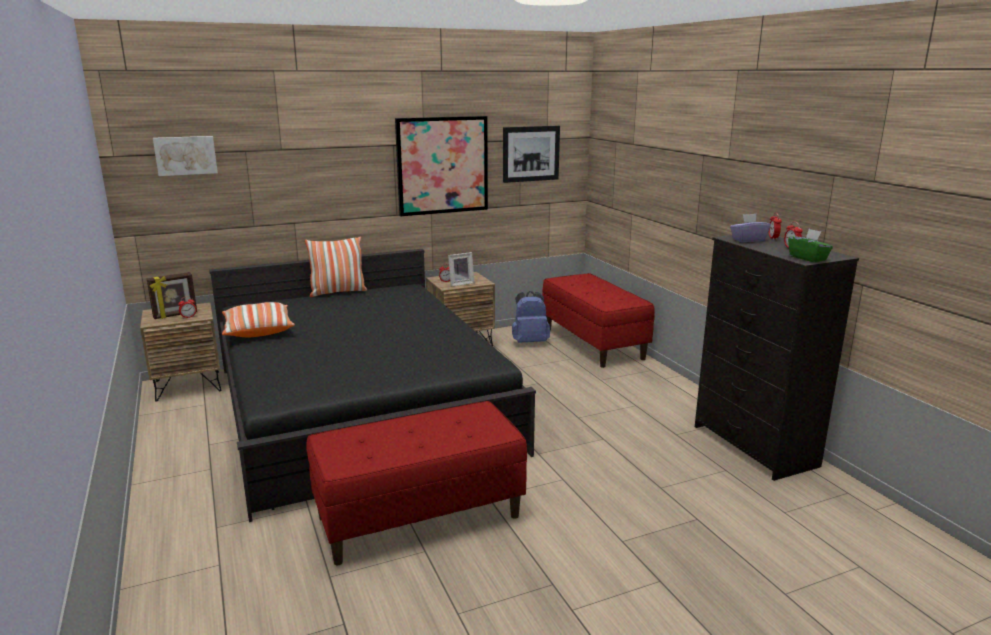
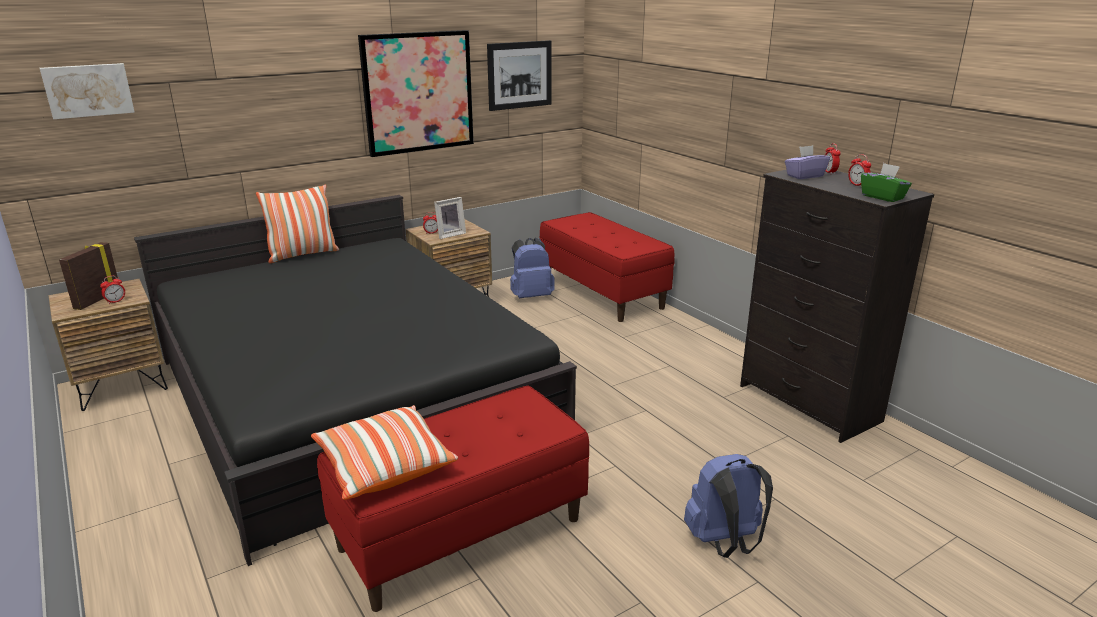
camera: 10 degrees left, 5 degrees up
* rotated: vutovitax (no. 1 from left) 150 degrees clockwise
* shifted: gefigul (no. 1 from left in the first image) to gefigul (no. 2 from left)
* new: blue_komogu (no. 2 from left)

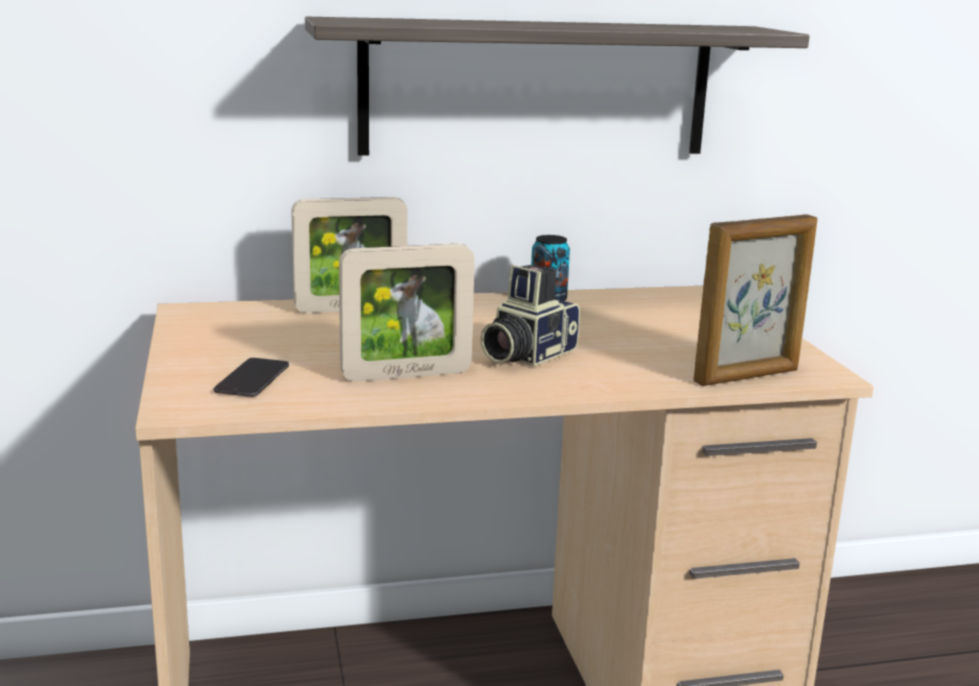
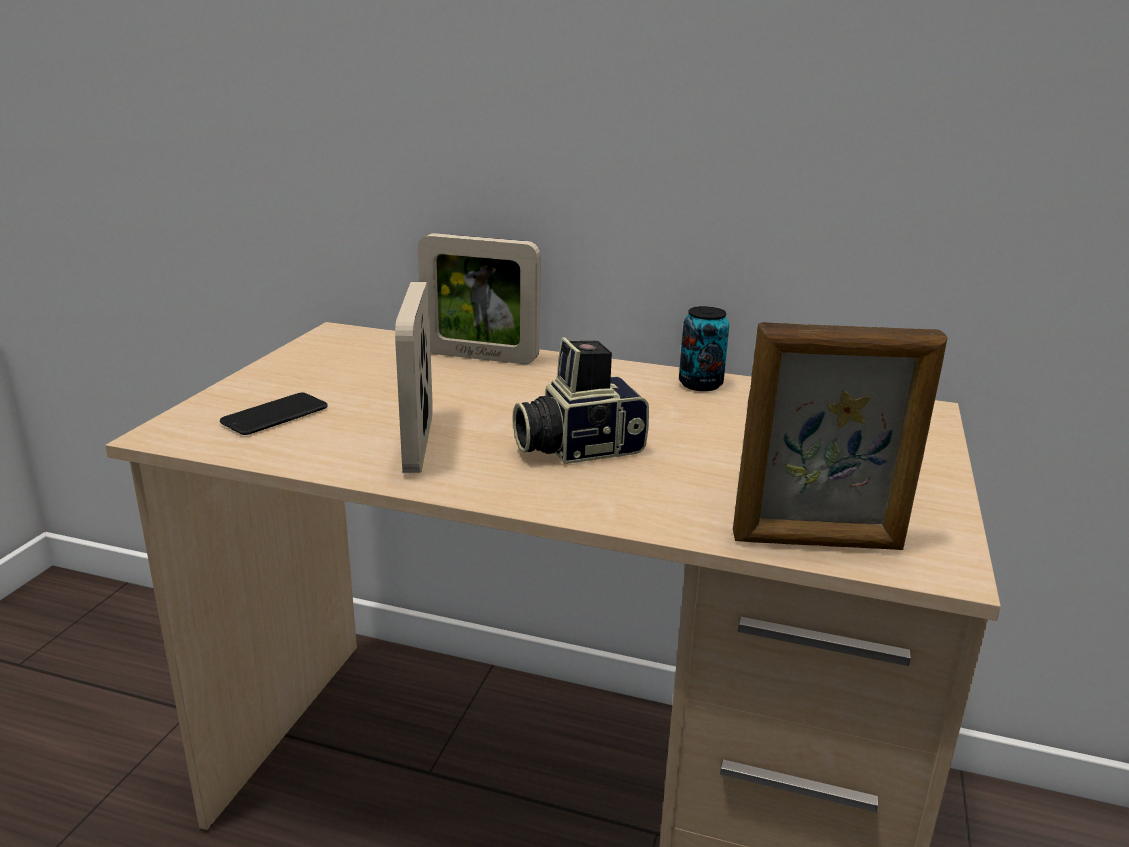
camera: 30 degrees right, 5 degrees up
* gone: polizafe
* rotated: vutovitax (no. 2 from left in the first image) 75 degrees clockwise

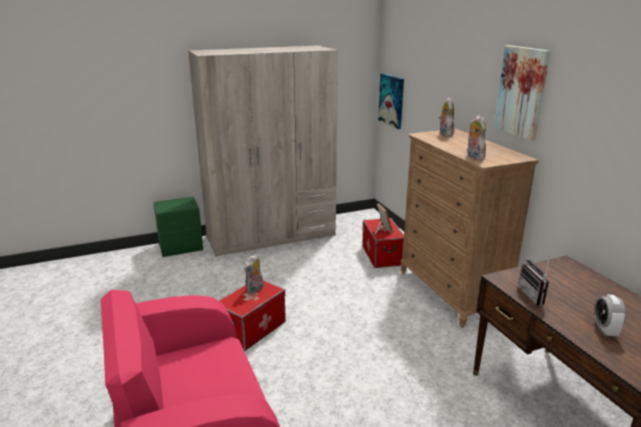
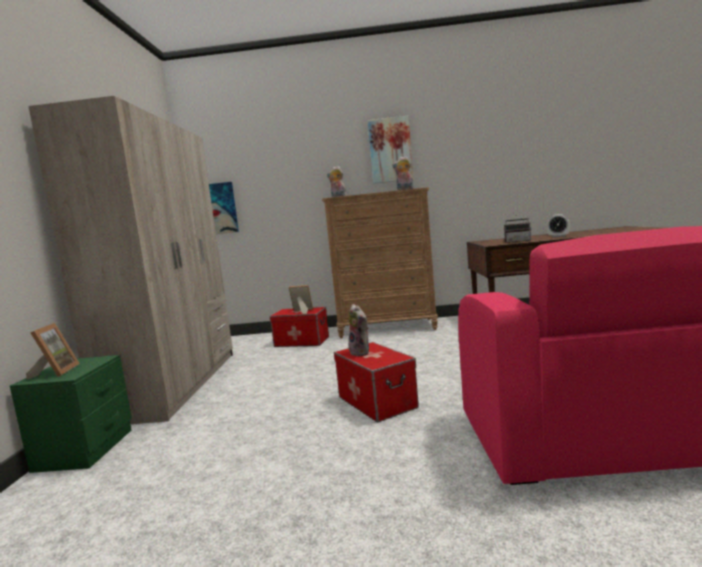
camera: 65 degrees left, 15 degrees down
* new: vutovitax (no. 1 from left)

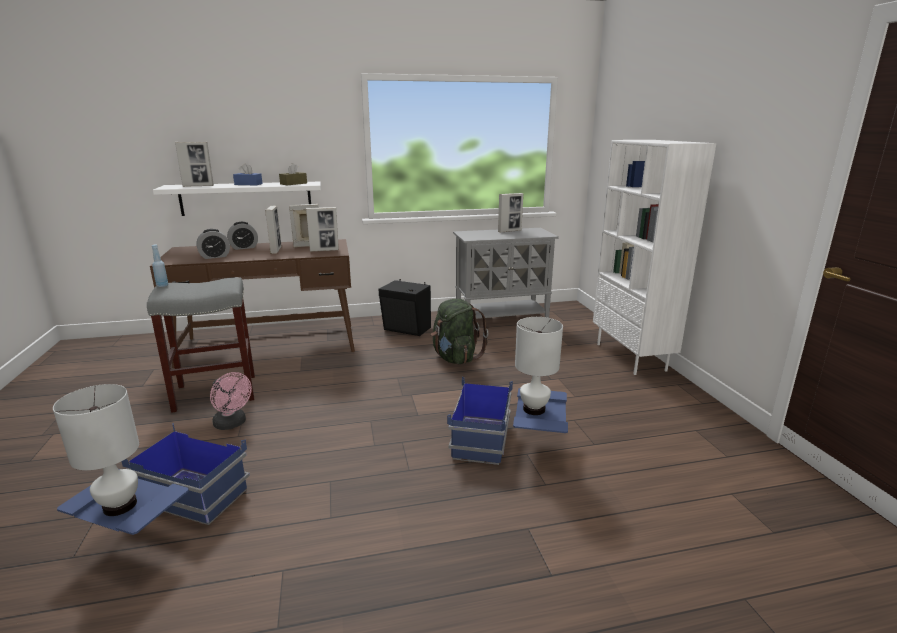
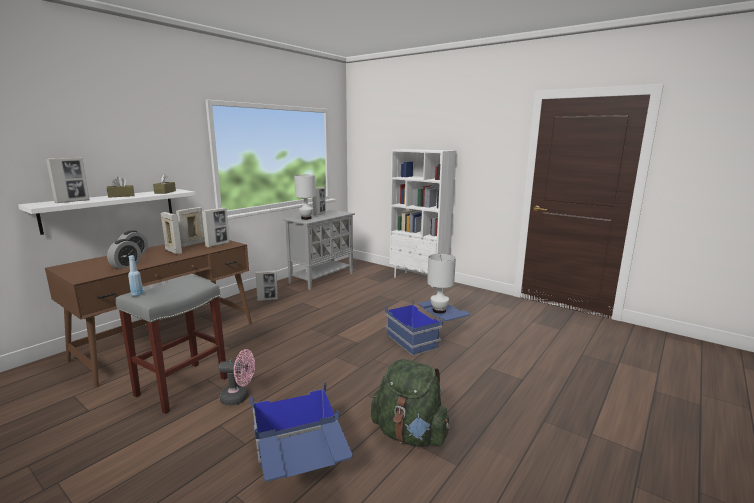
camera: 40 degrees left, 5 degrees down
* repainted: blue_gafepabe to brown_gafepabe (no. 1 from left)
* swapped: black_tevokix to vutovitax (no. 5 from left)
* shifted: green_komogu
* shifted: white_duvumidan (no. 1 from left)

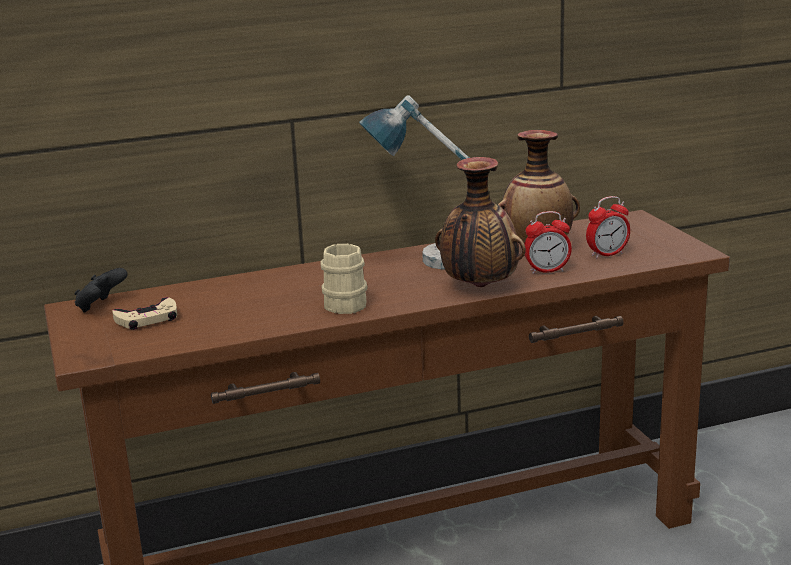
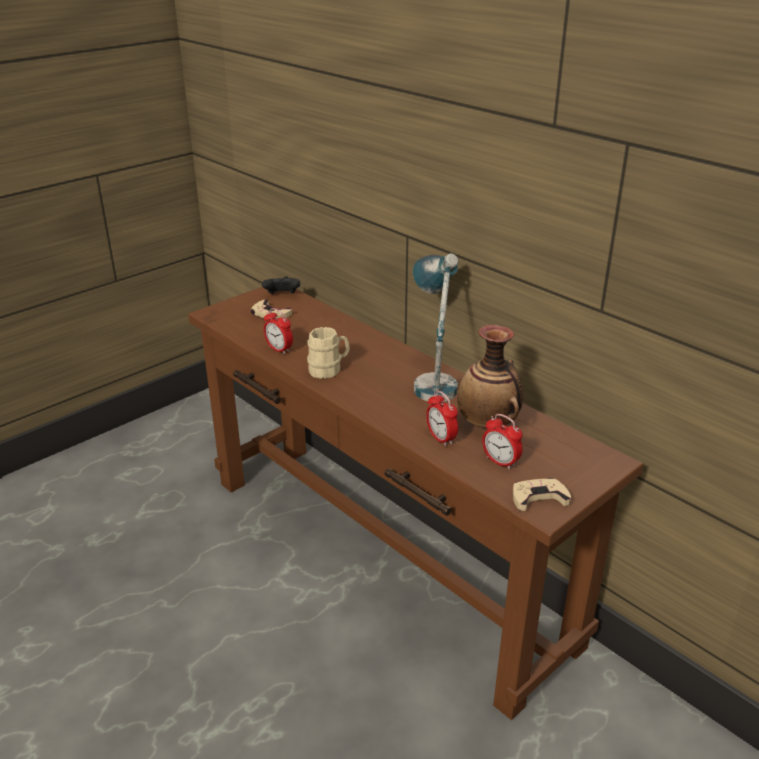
camera: 65 degrees right, 10 degrees up
* gone: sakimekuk (no. 1 from left)
* new: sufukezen (no. 1 from left)
* new: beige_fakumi (no. 2 from left)

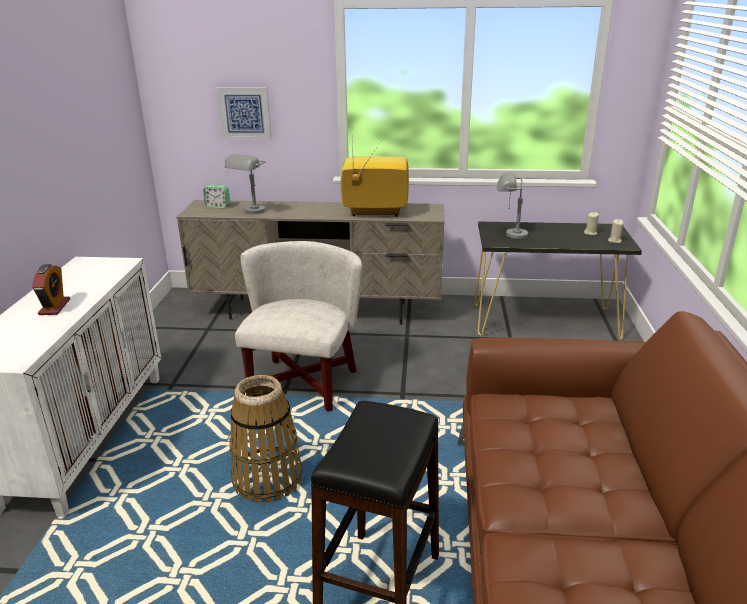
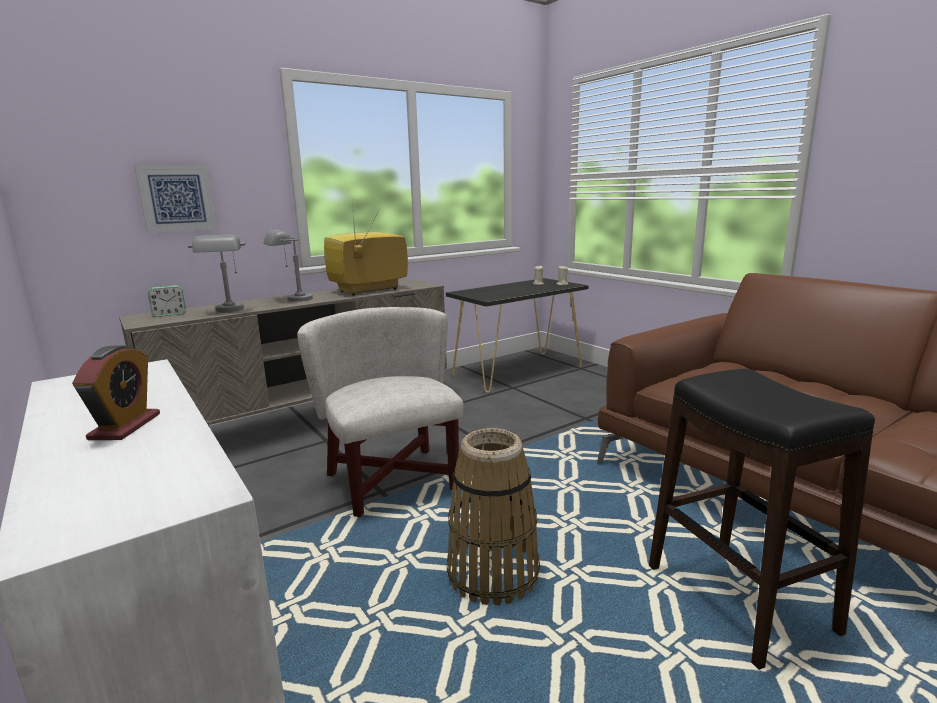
camera: 40 degrees left, 10 degrees down
* shifted: grey_duvumidan (no. 2 from left)
* rotated: sufukezen (no. 1 from left) 45 degrees clockwise

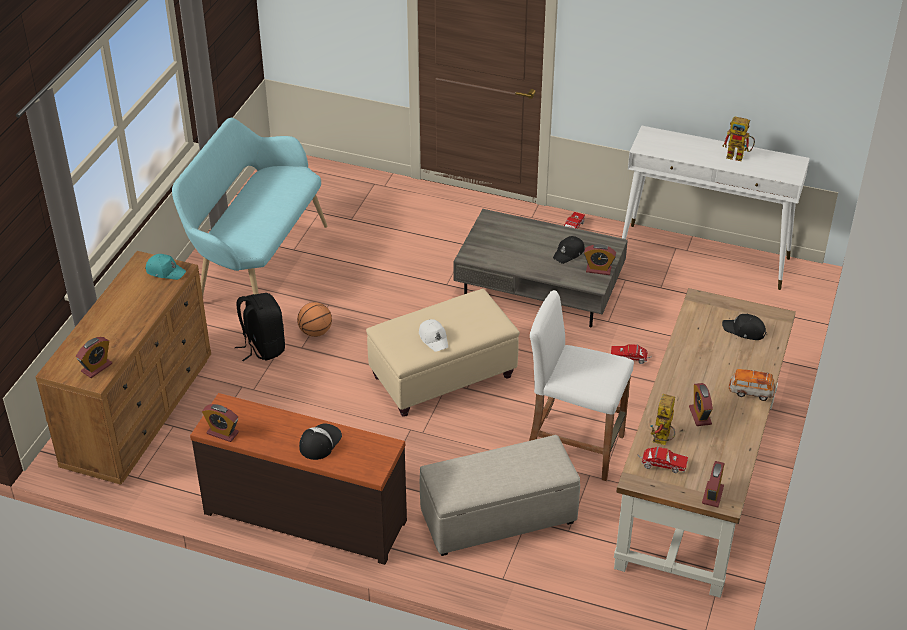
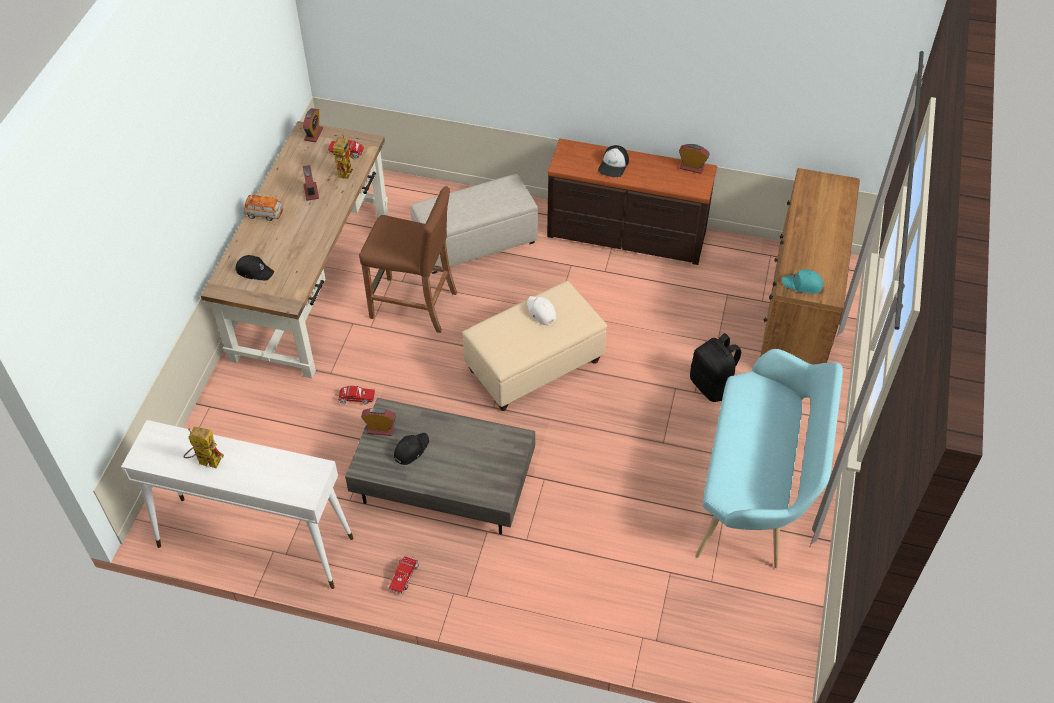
camera: 175 degrees right, 10 degrees up
* repainted: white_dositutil to brown_dositutil
* gone: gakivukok
* gone: sufukezen (no. 1 from left)

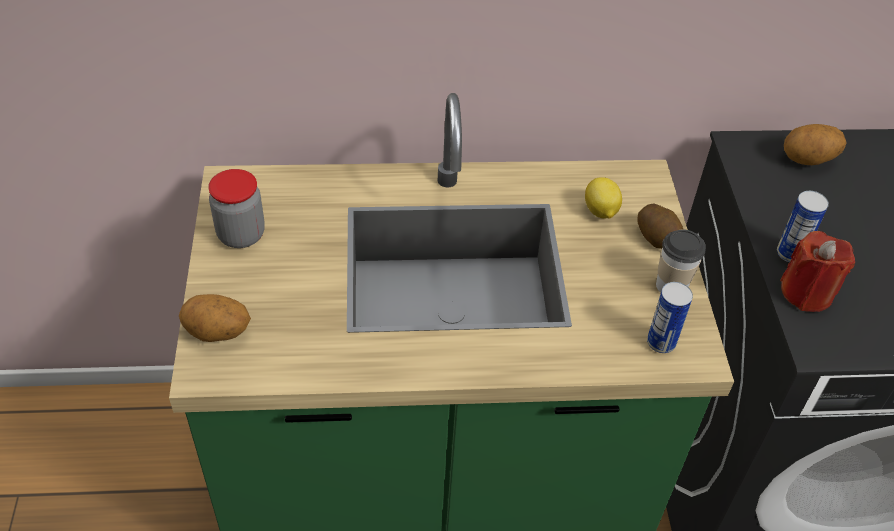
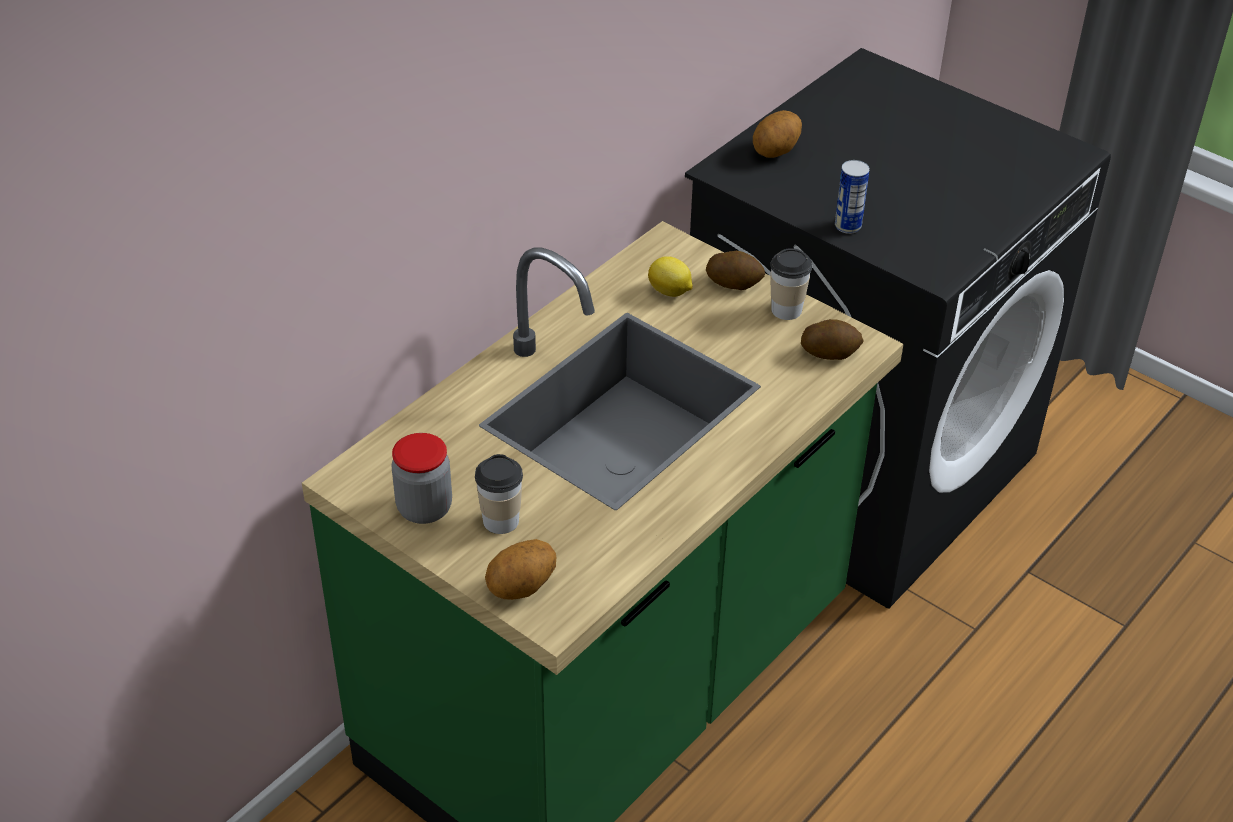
camera: 45 degrees left, 5 degrees down
* gone: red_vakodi
* swapped: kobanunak (no. 1 from left) to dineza (no. 4 from left)
* new: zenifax (no. 1 from left)

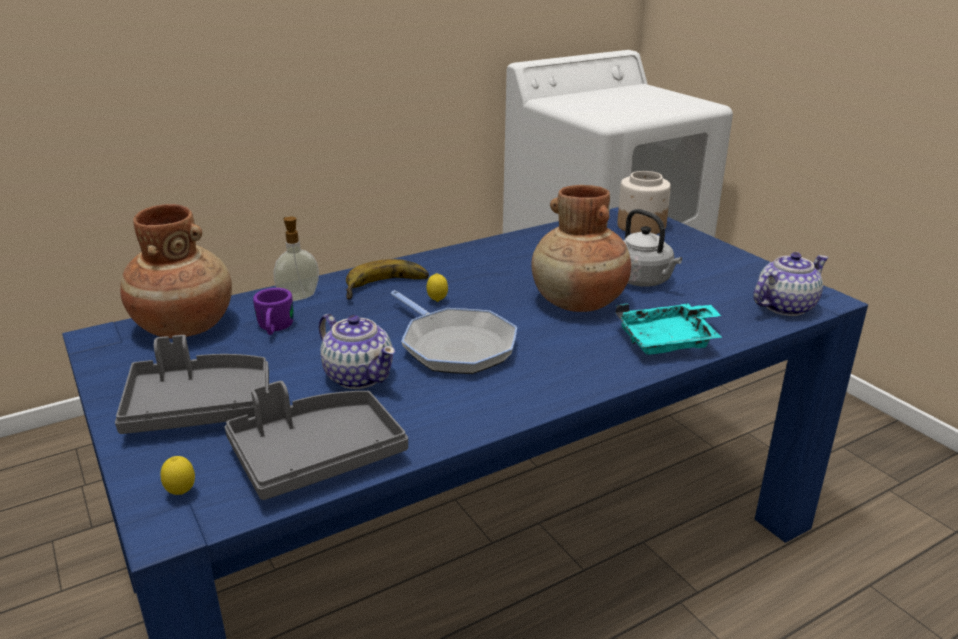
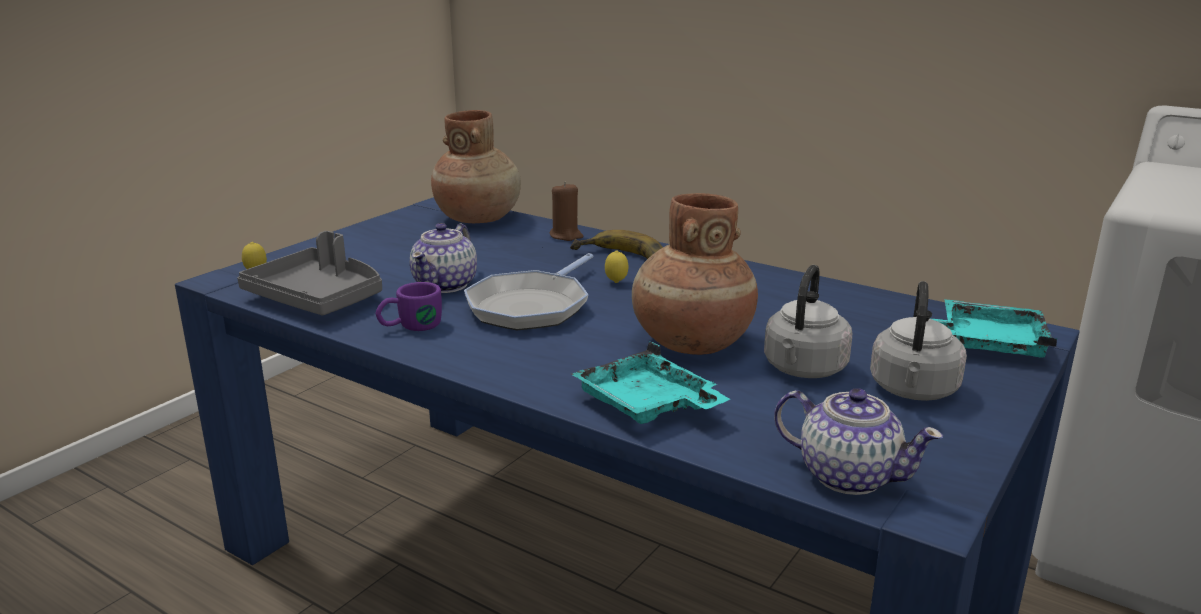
camera: 65 degrees right, 5 degrees down
* swapped: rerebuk to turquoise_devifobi (no. 2 from left)
* swapped: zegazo to brown_vakodi
* shifted: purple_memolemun
* gone: grey_devifobi (no. 1 from left)
* new: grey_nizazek (no. 2 from left)

